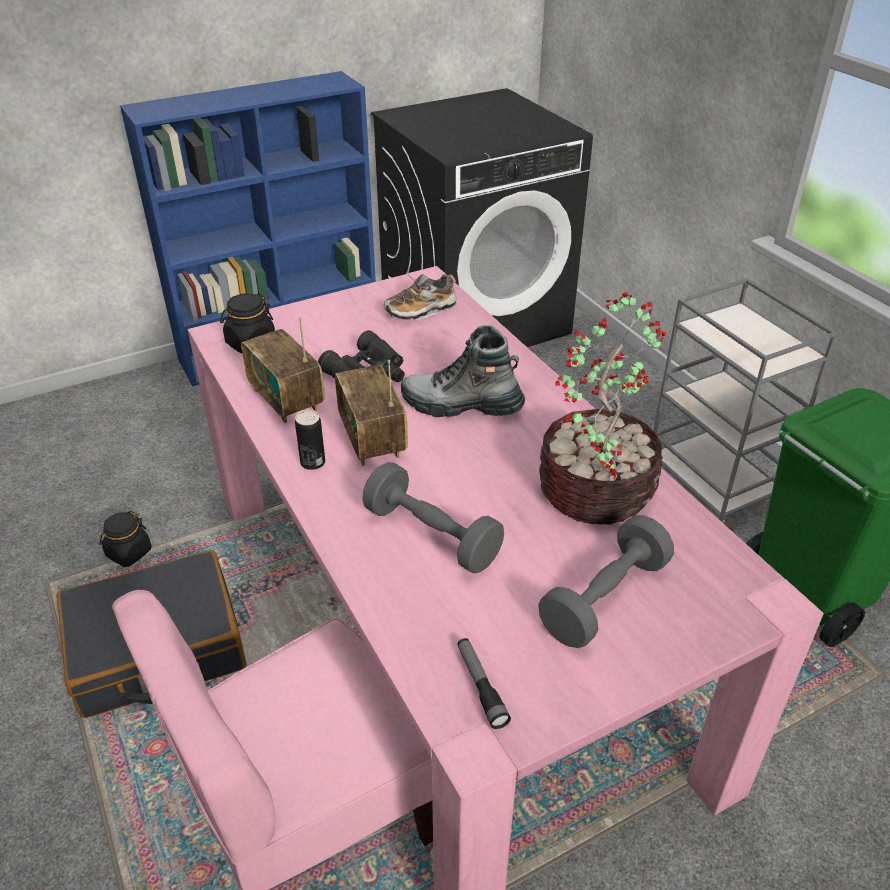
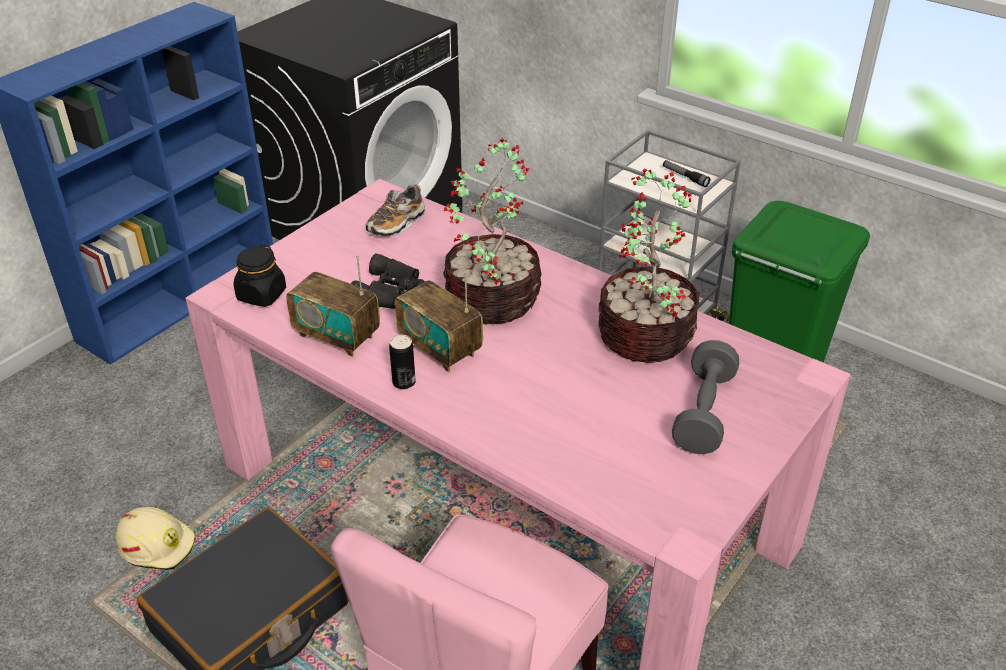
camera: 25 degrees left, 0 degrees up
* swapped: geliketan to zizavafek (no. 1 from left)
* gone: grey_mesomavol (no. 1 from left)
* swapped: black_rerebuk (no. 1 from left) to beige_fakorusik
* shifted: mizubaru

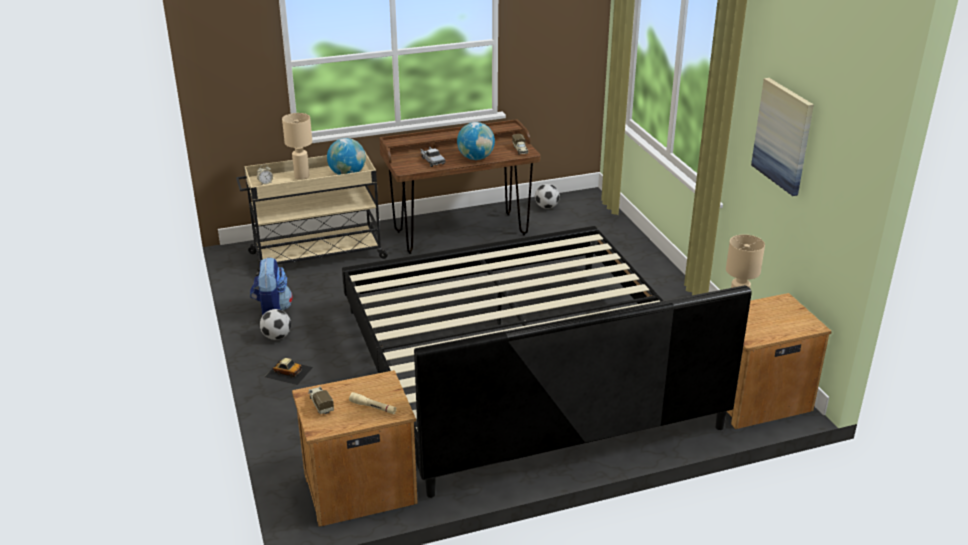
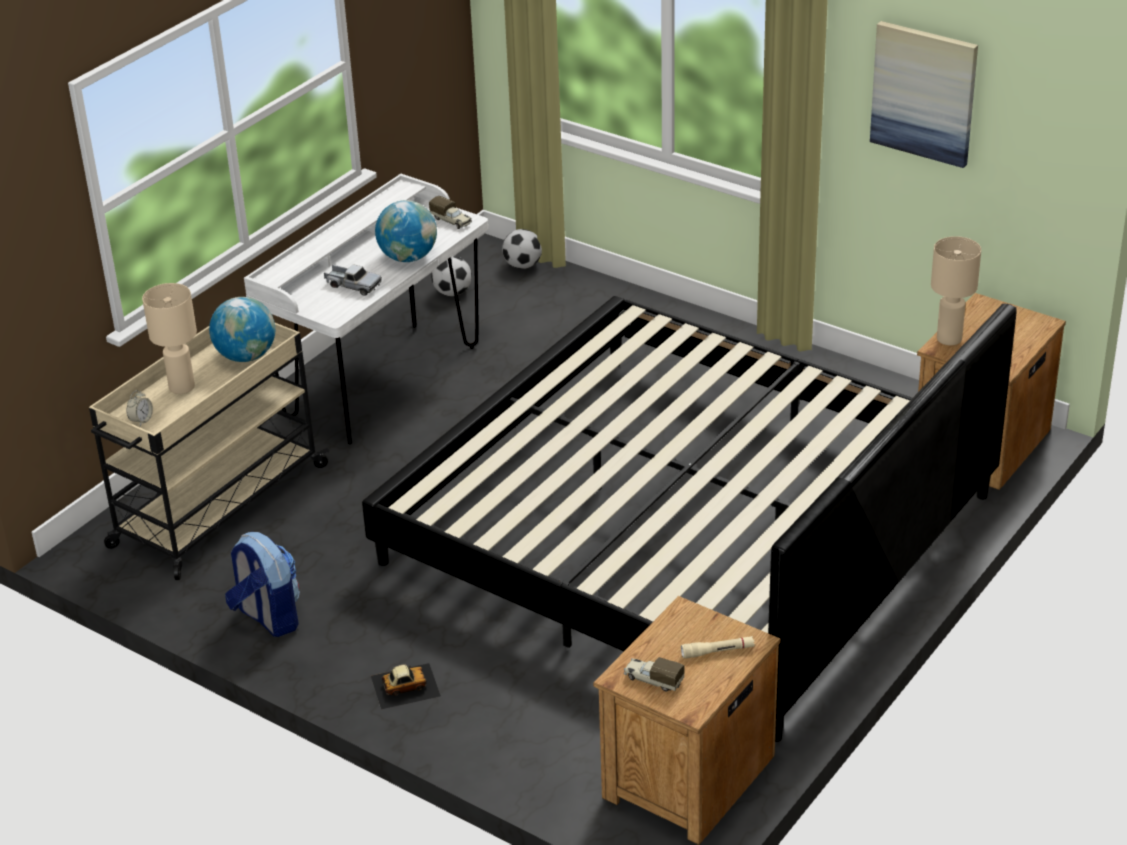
camera: 35 degrees left, 5 degrees up
* repainted: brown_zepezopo to white_zepezopo
* shifted: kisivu (no. 1 from left in the first image) to kisivu (no. 2 from left)

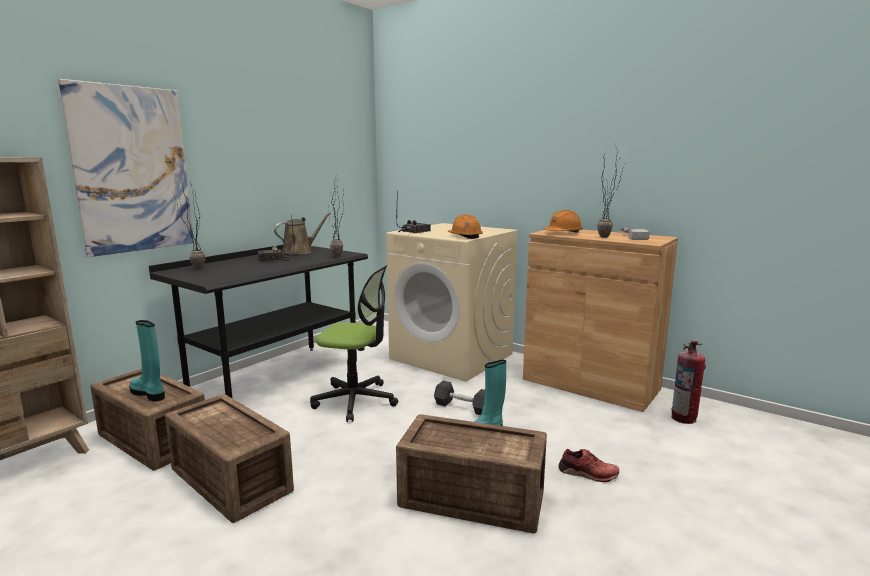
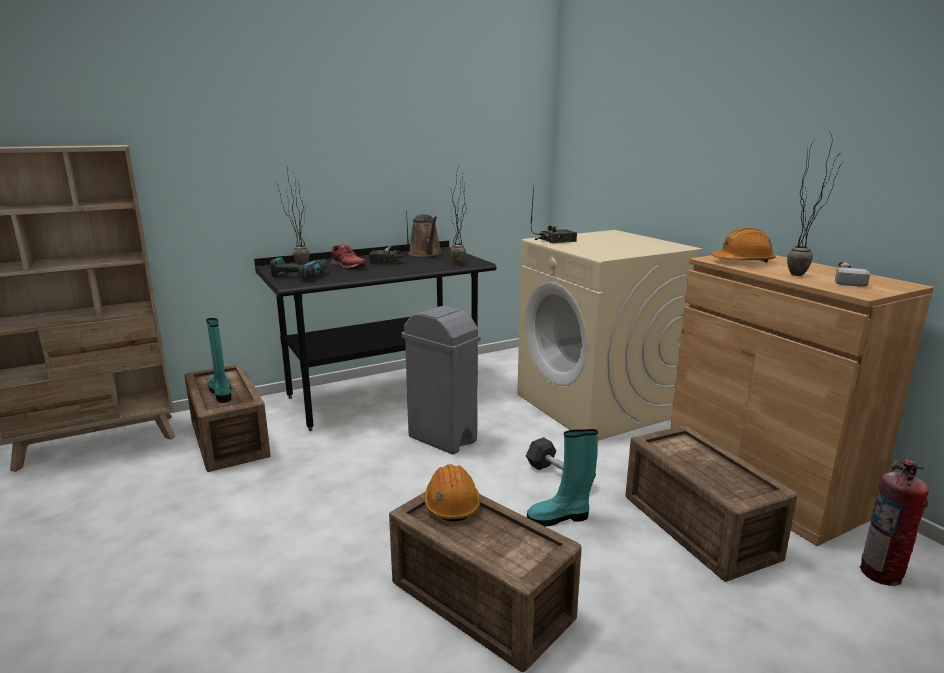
camera: 25 degrees right, 5 degrees up
* gone: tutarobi
* rotated: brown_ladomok 90 degrees clockwise
* shifted: orange_fakorusik (no. 1 from left)
* swapped: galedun to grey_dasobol
* shifted: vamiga (no. 2 from left in the first image) to vamiga (no. 3 from left)
* shifted: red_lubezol
* new: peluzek

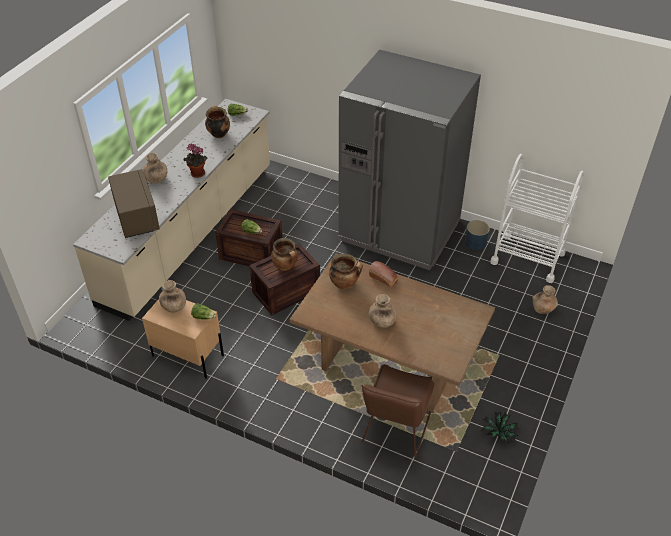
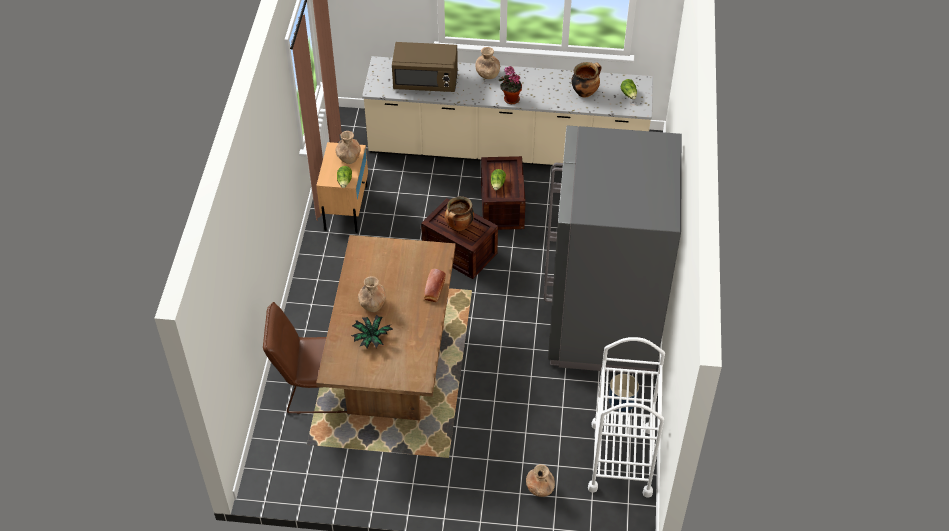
camera: 70 degrees right, 5 degrees up
* rotated: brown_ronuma 45 degrees clockwise
* gone: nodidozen (no. 3 from left)
* shifted: zizavafek (no. 2 from left in the first image) to zizavafek (no. 1 from left)

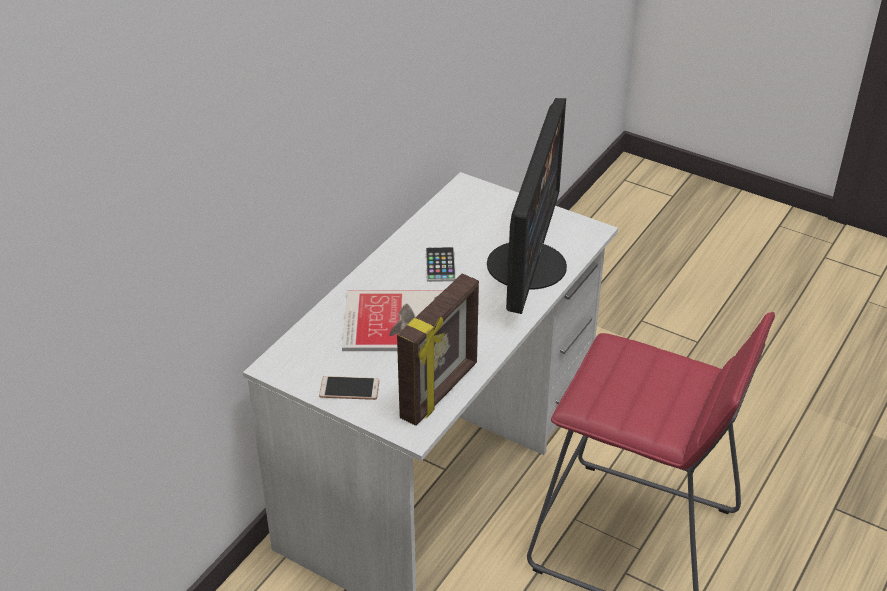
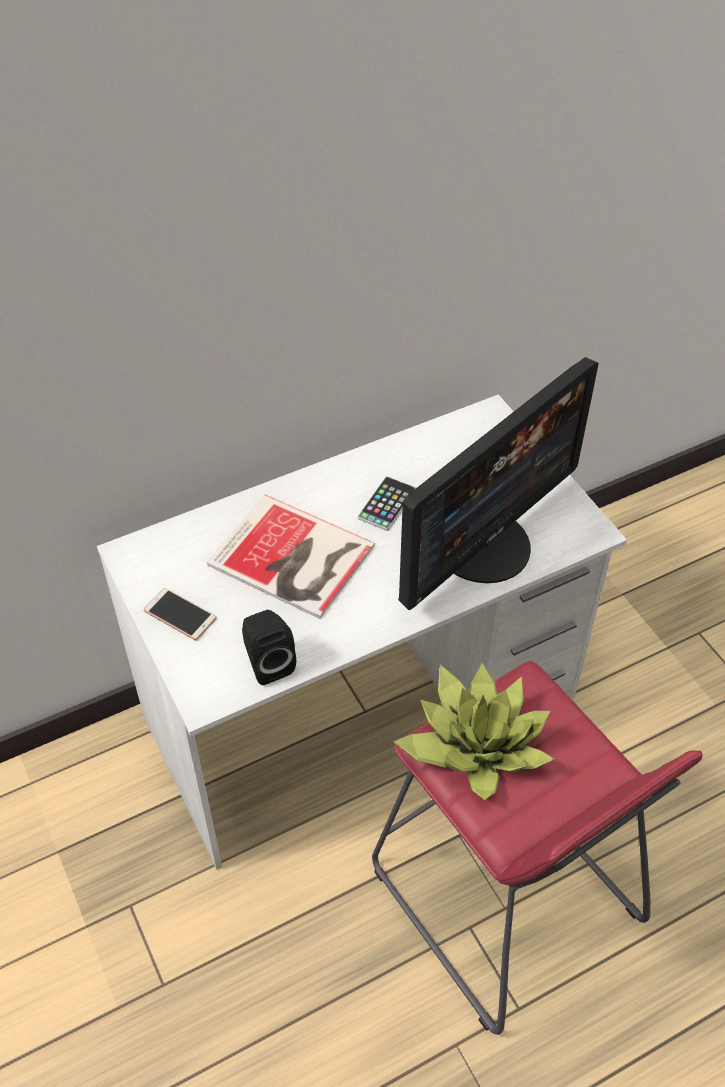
camera: 30 degrees right, 10 degrees up
* swapped: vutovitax to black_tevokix
* new: zizavafek

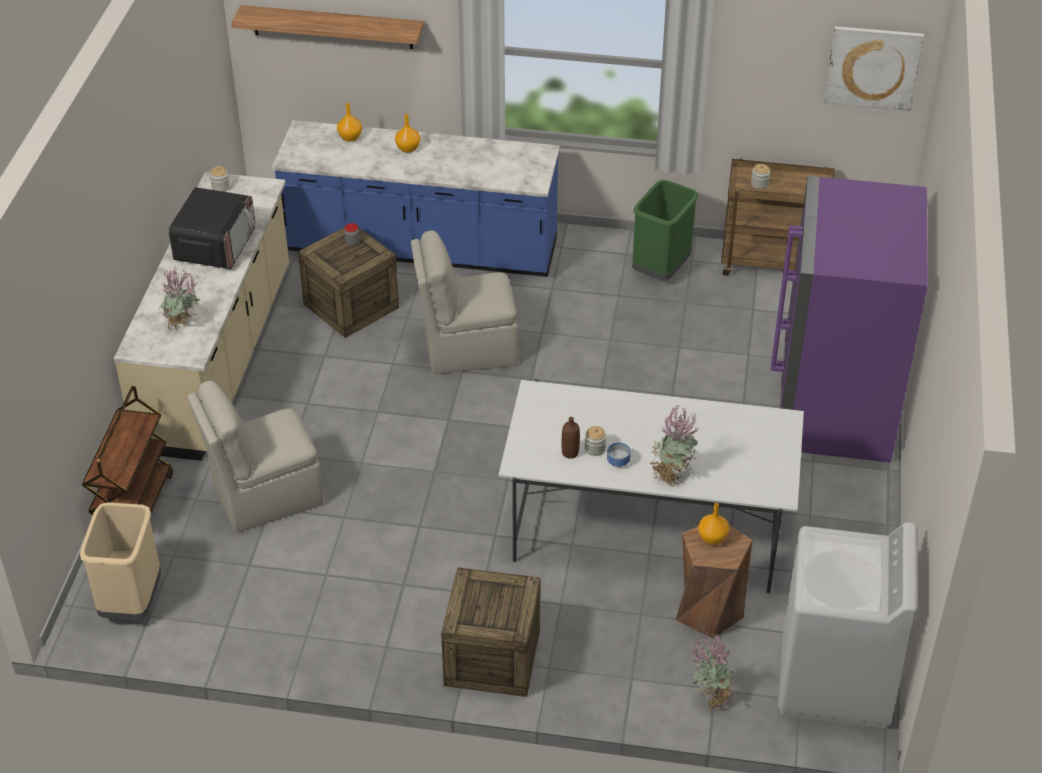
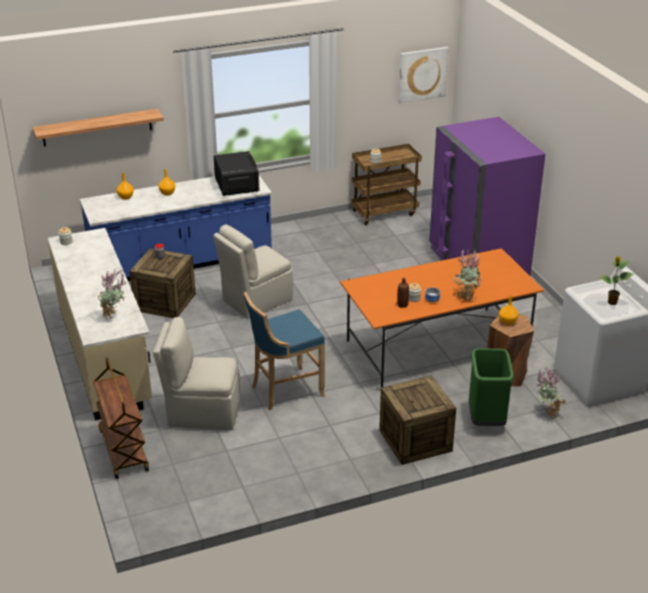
camera: 30 degrees left, 10 degrees down
* shifted: green_dasobol
* shifted: ronuma
* repainted: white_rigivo to orange_rigivo
* rotated: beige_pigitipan (no. 1 from left) 60 degrees clockwise
* gone: beige_dasobol
* new: zizavafek (no. 4 from left)
* new: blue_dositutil

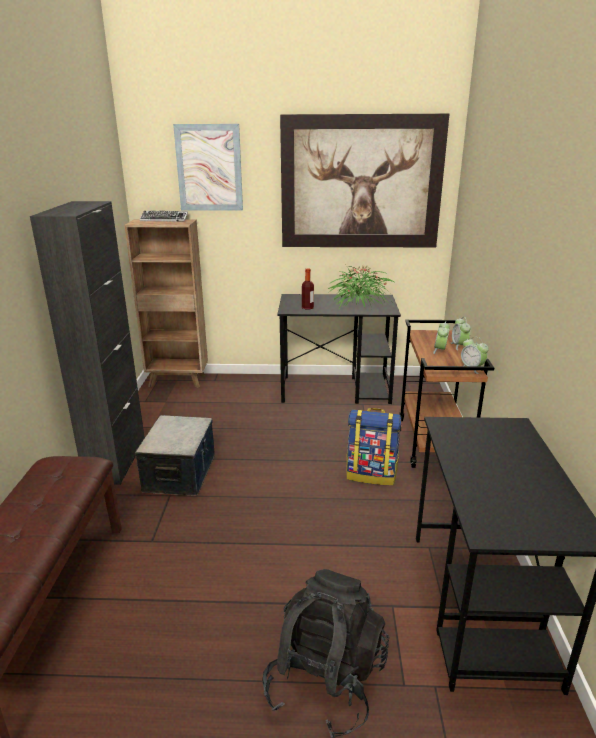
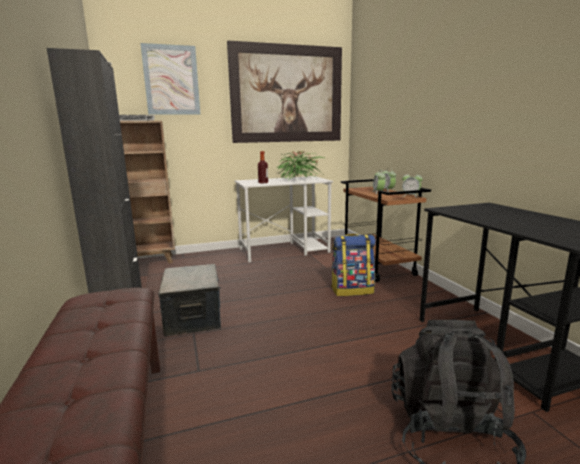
camera: 20 degrees left, 10 degrees down
* repainted: black_zepezopo (no. 1 from left) to white_zepezopo

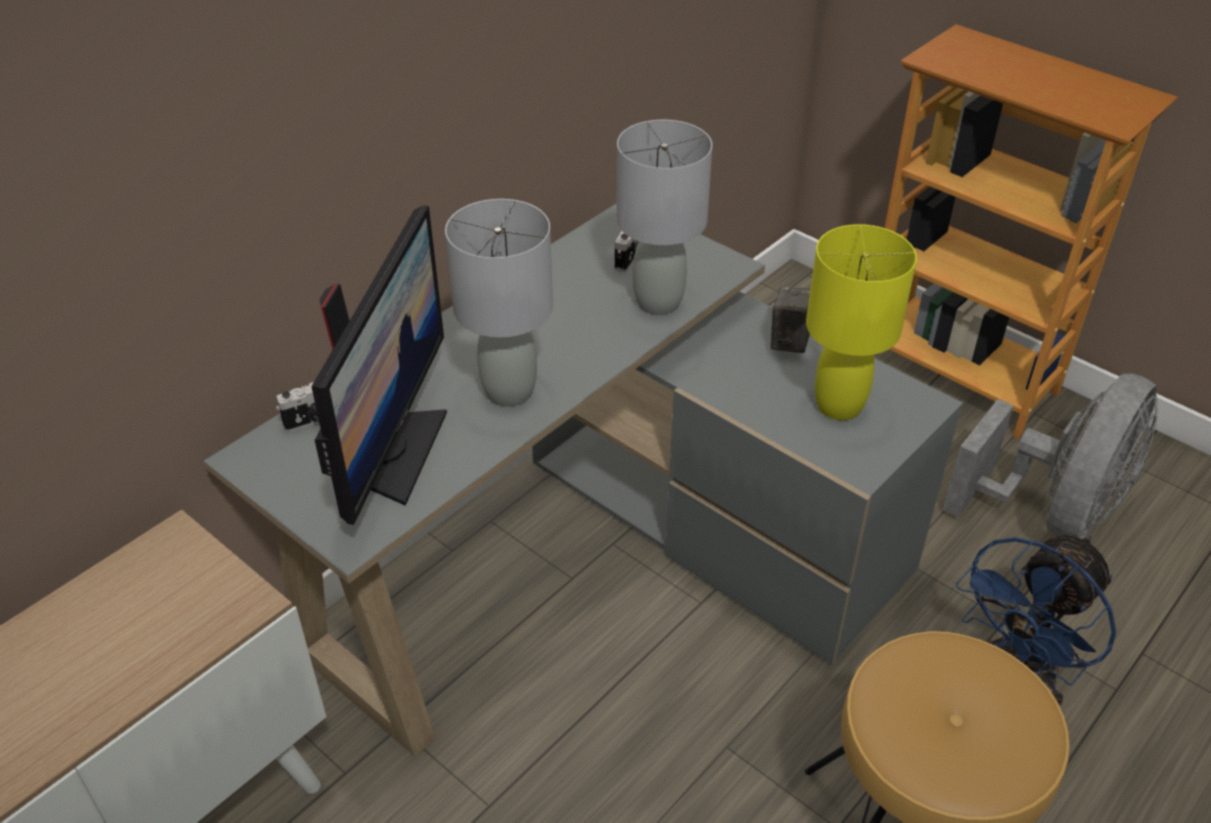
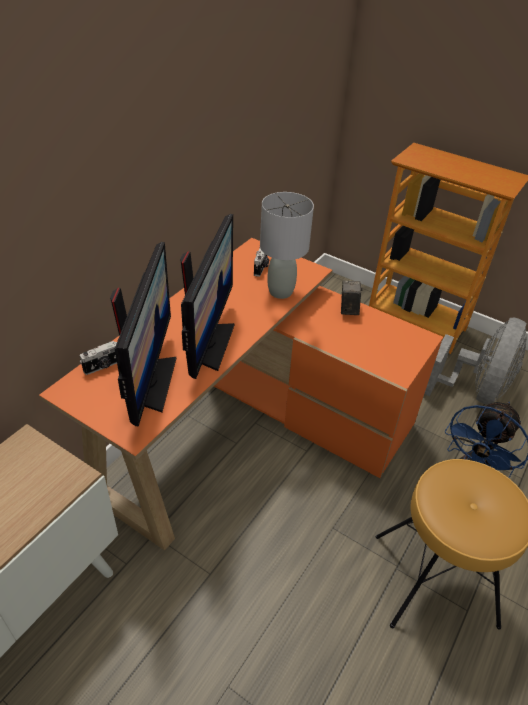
camera: 10 degrees left, 0 degrees up
* swapped: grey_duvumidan (no. 1 from left) to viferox (no. 2 from left)
* repainted: grey_zepezopo to orange_zepezopo
* gone: yellow_duvumidan

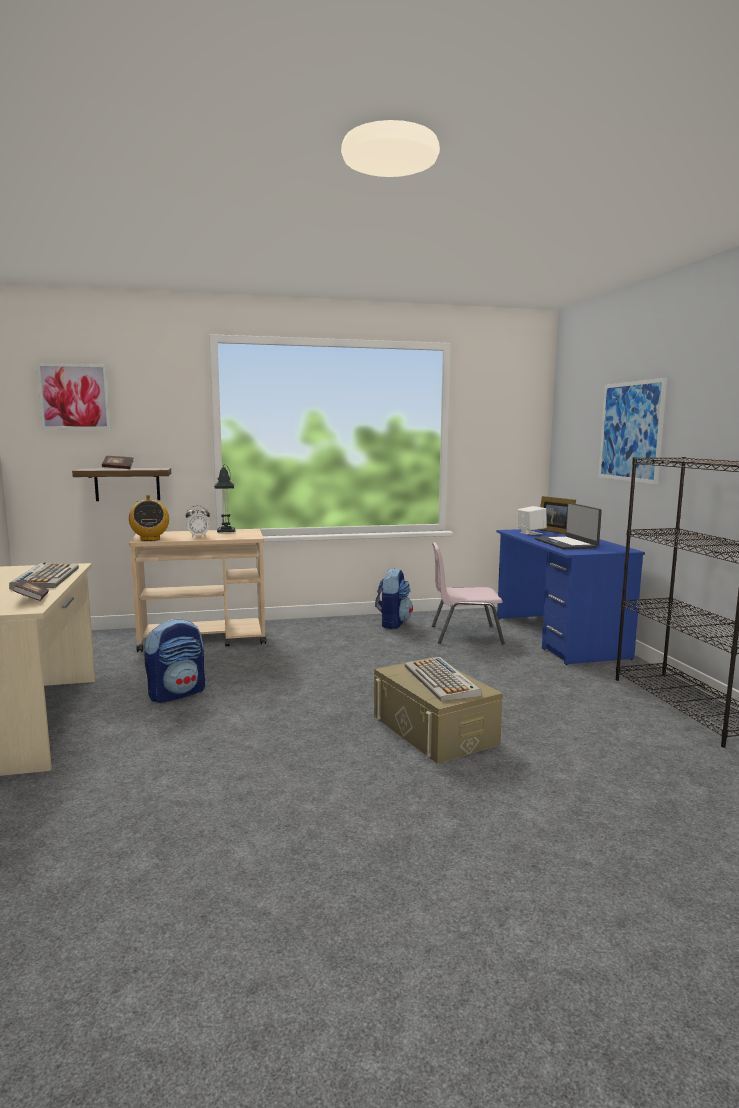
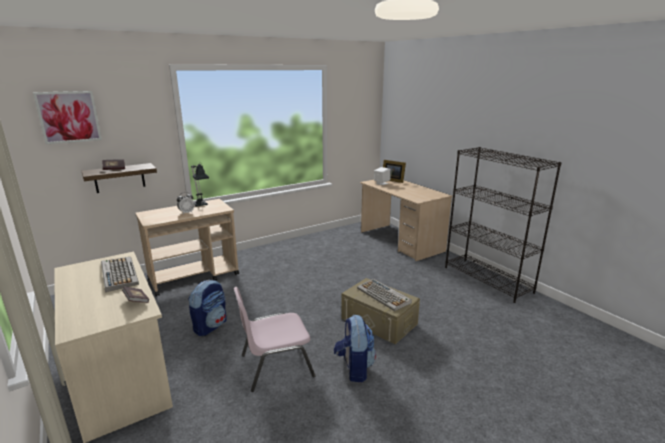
camera: 20 degrees left, 10 degrees up
* gone: tutarobi (no. 2 from left)
* gone: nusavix
* gone: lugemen
* repainted: blue_zepezopo to beige_zepezopo (no. 2 from left)
* shifted: pink_pigitipan
* shifted: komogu (no. 2 from left)

